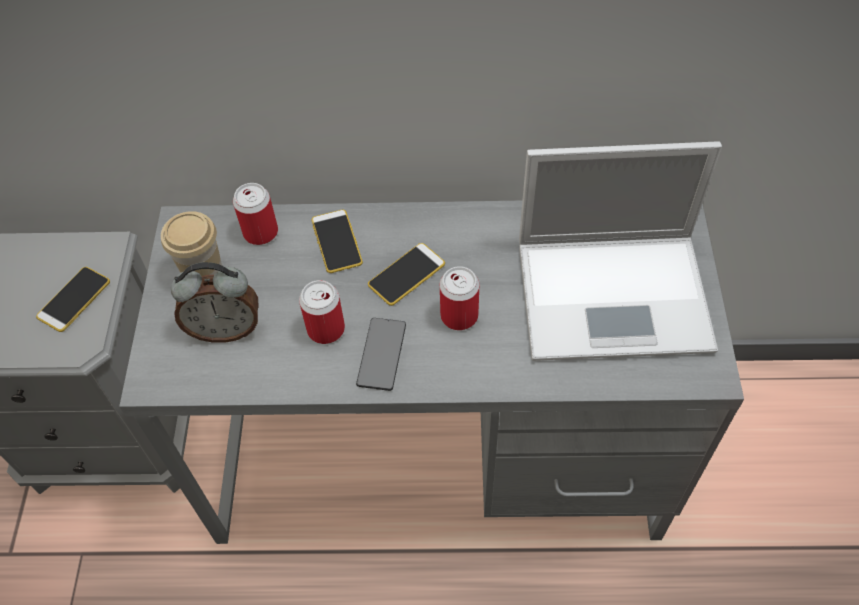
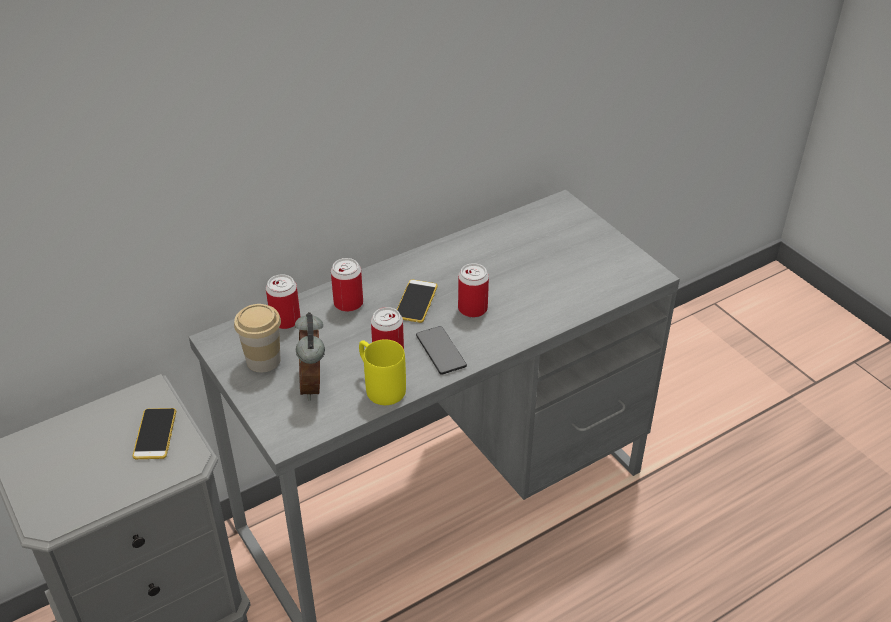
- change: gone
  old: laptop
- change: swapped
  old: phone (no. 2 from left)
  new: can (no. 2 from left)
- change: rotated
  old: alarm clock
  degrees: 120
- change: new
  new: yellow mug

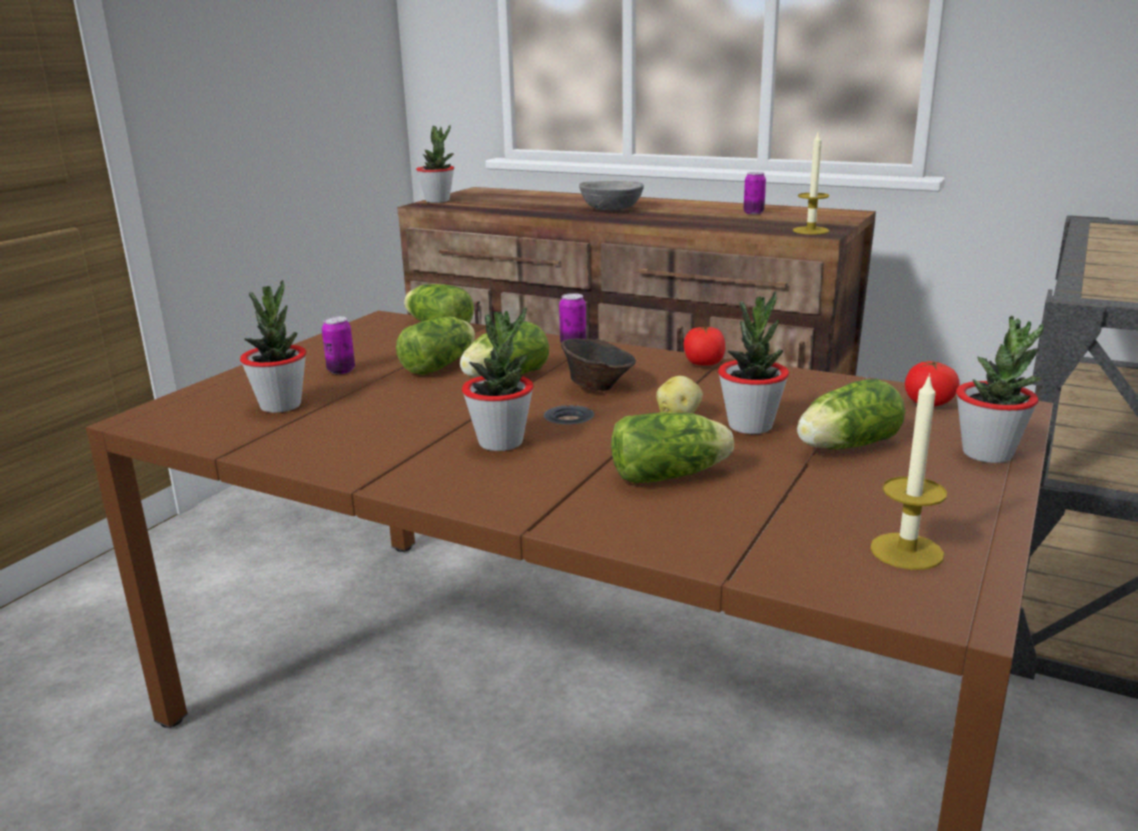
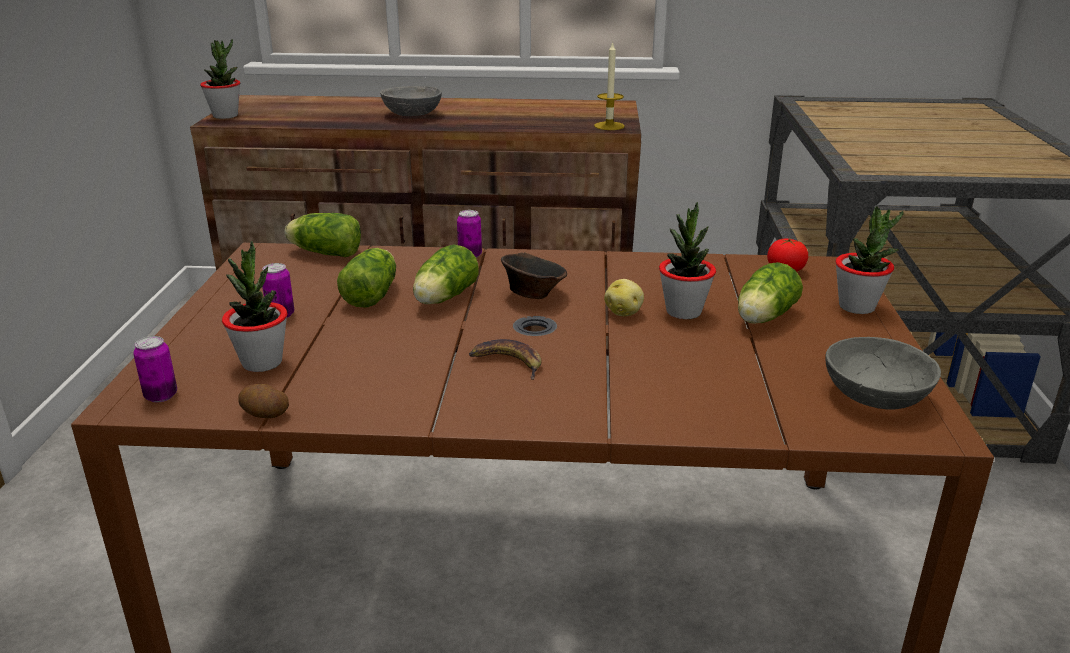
- change: shifted
  old: can (no. 3 from left in the first image)
  new: can (no. 1 from left)
- change: swapped
  old: potted plant (no. 3 from left)
  new: banana
- change: gone
  old: tomato (no. 1 from left)
- change: swapped
  old: candle (no. 2 from left)
  new: grey bowl (no. 2 from left)
- change: gone
  old: lettuce (no. 4 from left)
- change: new
  new: potato (no. 1 from left)

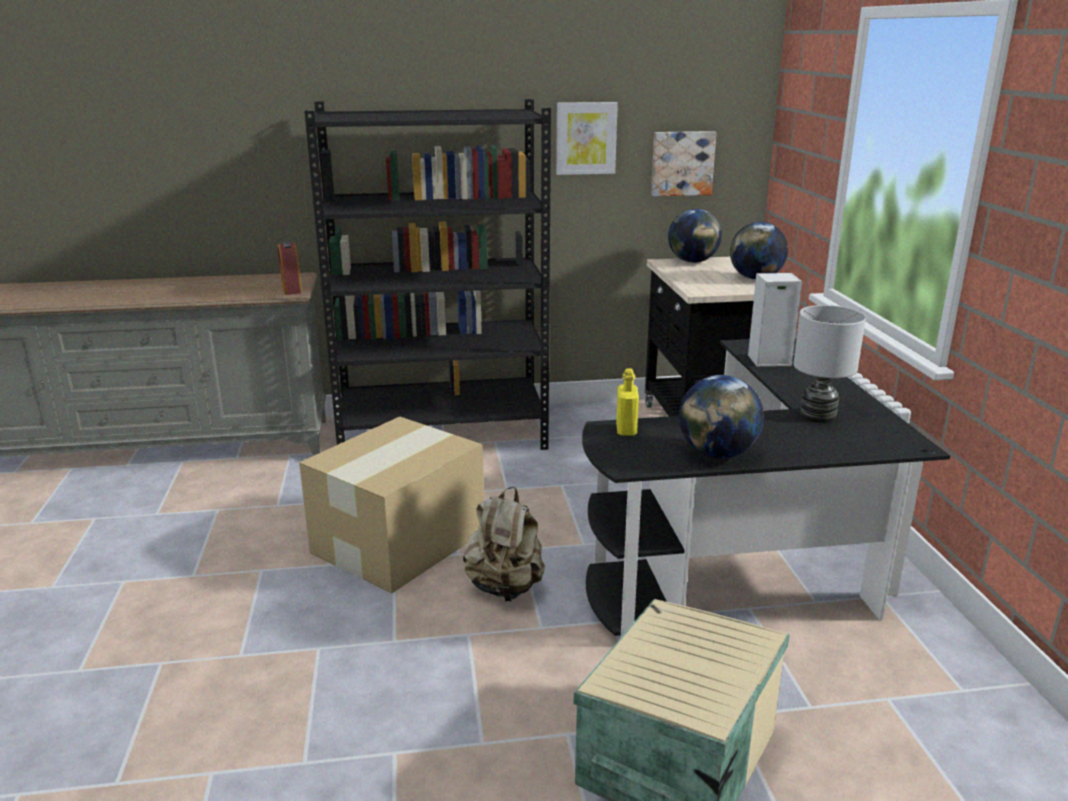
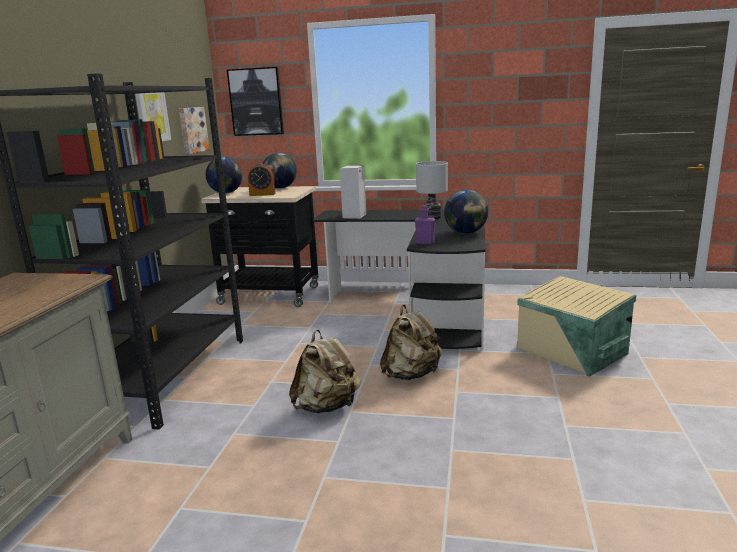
- change: shifted
  old: alarm clock
- change: repainted
  old: yellow bottle
  new: purple bottle
- change: swapped
  old: cardboard box
  new: beige backpack (no. 1 from left)
- change: new
  new: picture (no. 3 from left)

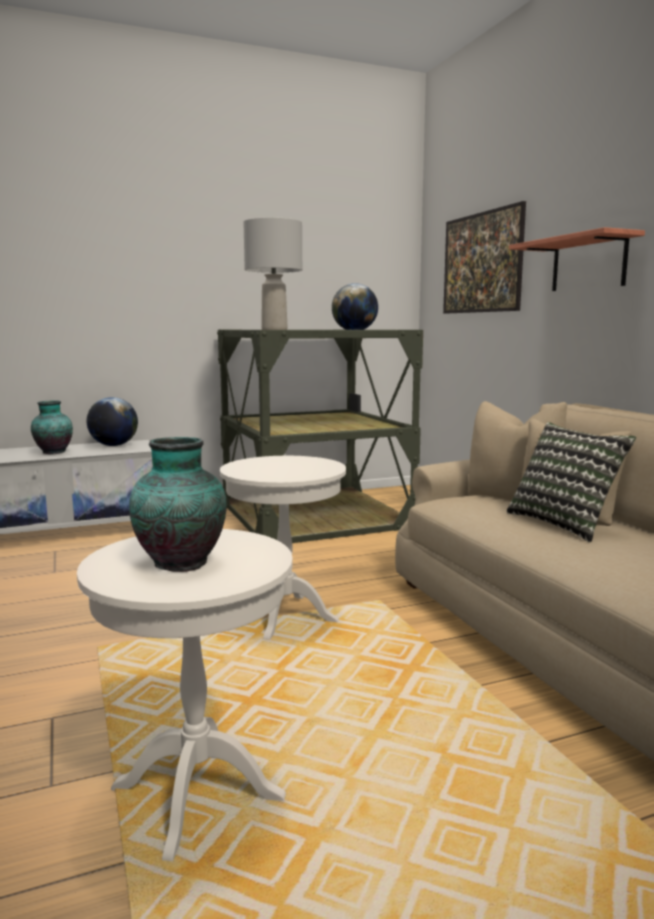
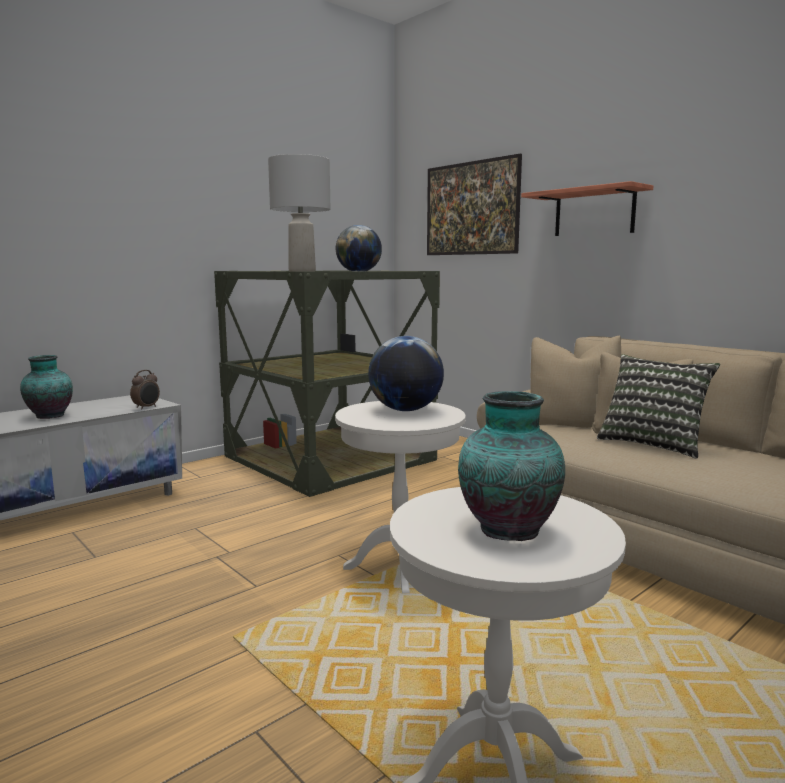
- change: shifted
  old: globe (no. 1 from left in the first image)
  new: globe (no. 2 from left)
- change: new
  new: alarm clock

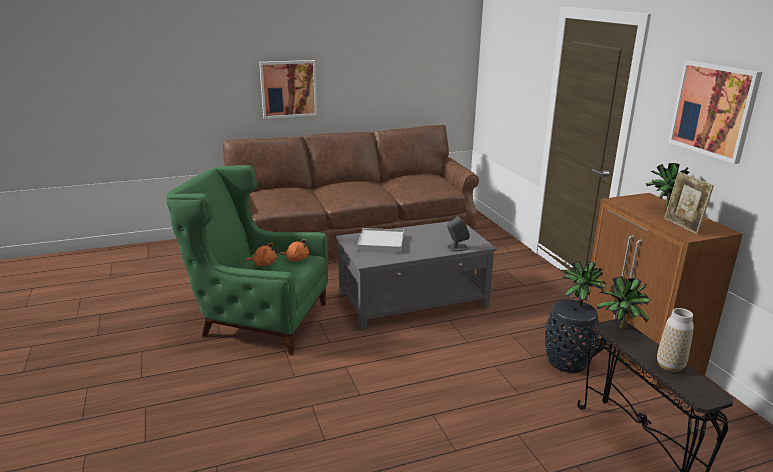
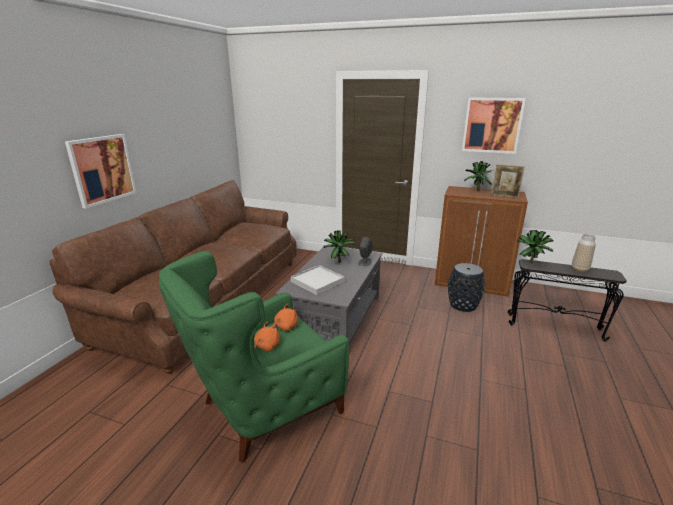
- change: shifted
  old: potted plant (no. 1 from left)

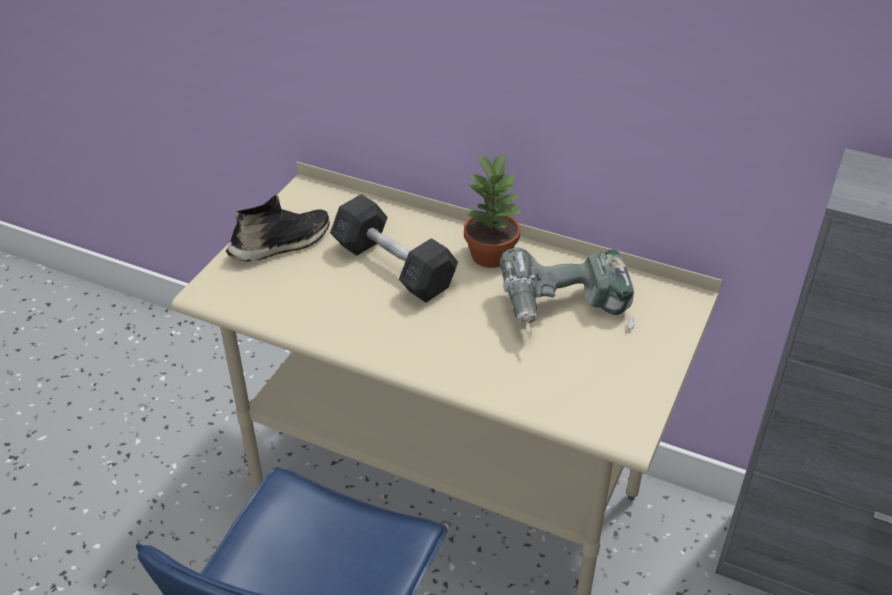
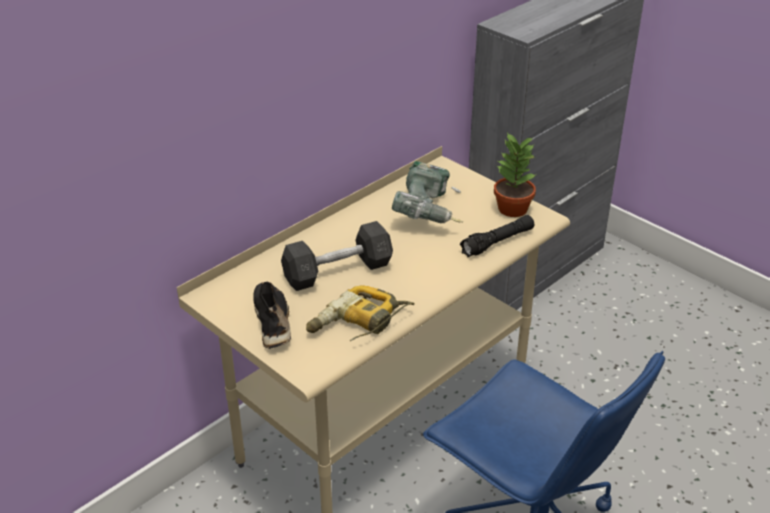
- change: shifted
  old: potted plant
- change: new
  new: black flashlight
- change: new
  new: power drill (no. 1 from left)

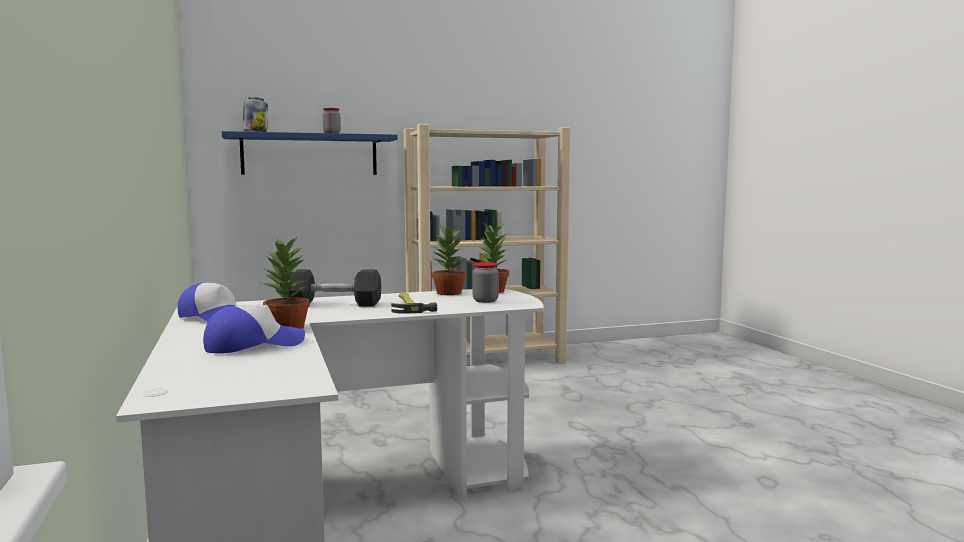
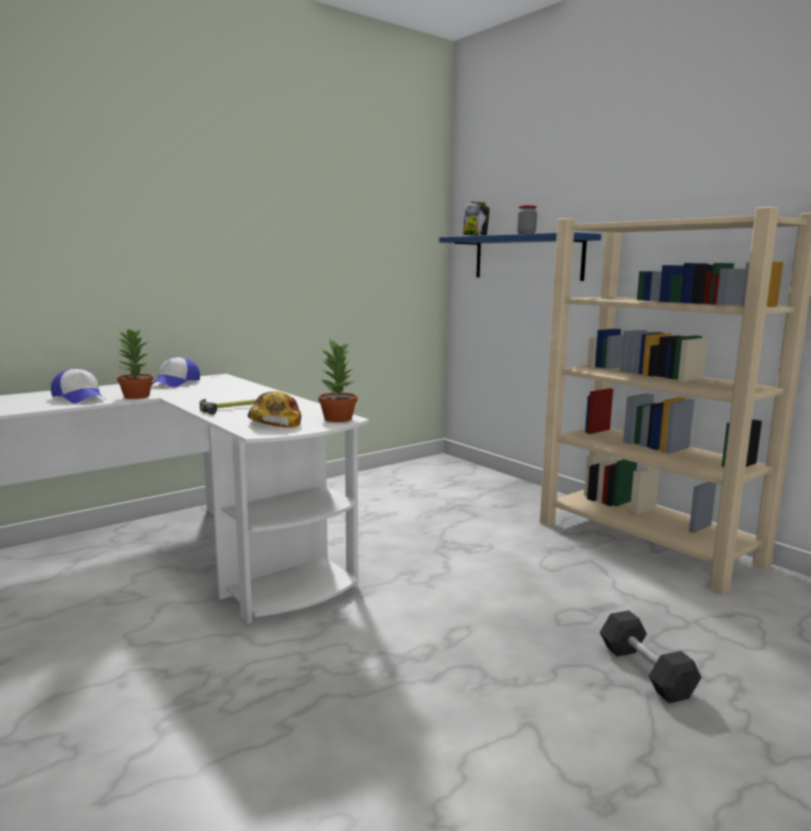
- change: gone
  old: potted plant (no. 2 from left)
- change: swapped
  old: jar (no. 3 from left)
  new: cap (no. 3 from left)
- change: shifted
  old: grey dumbbell

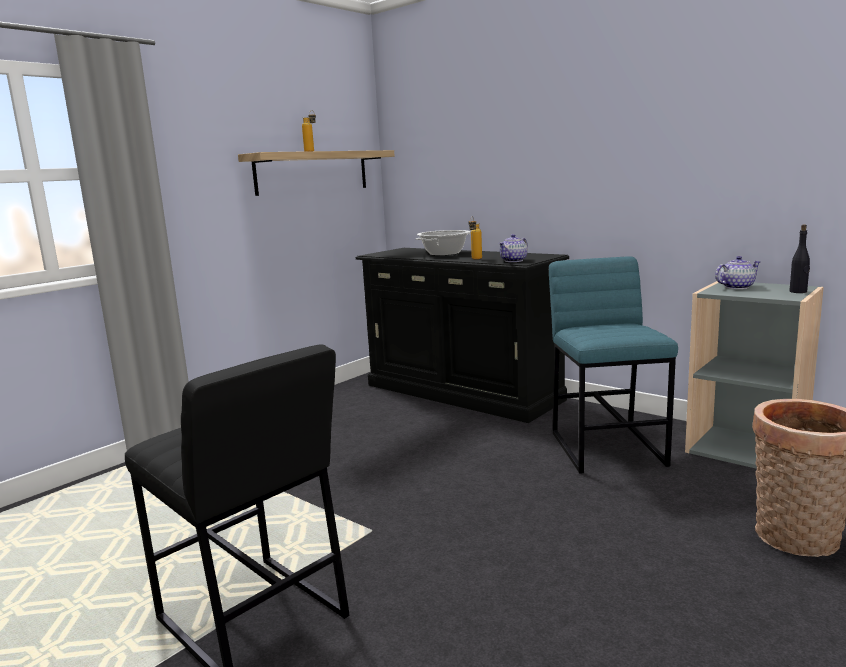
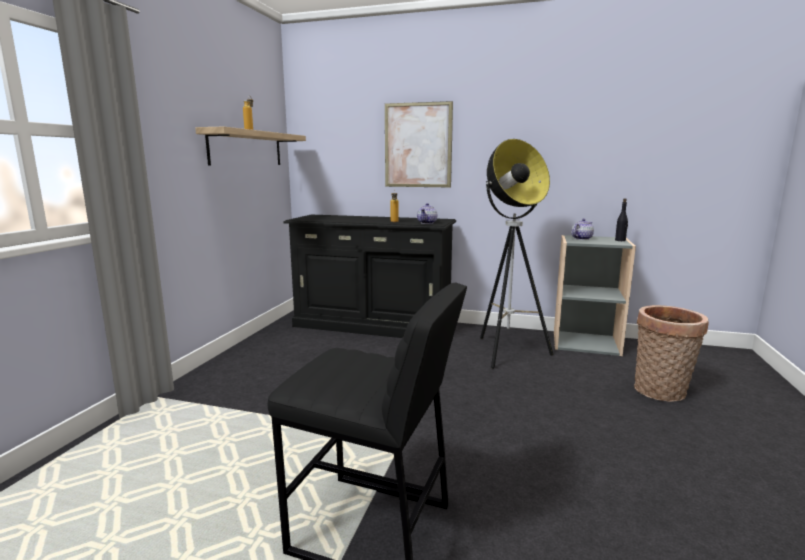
- change: gone
  old: cooking pot
- change: swapped
  old: blue stool
  new: floor lamp
- change: new
  new: picture

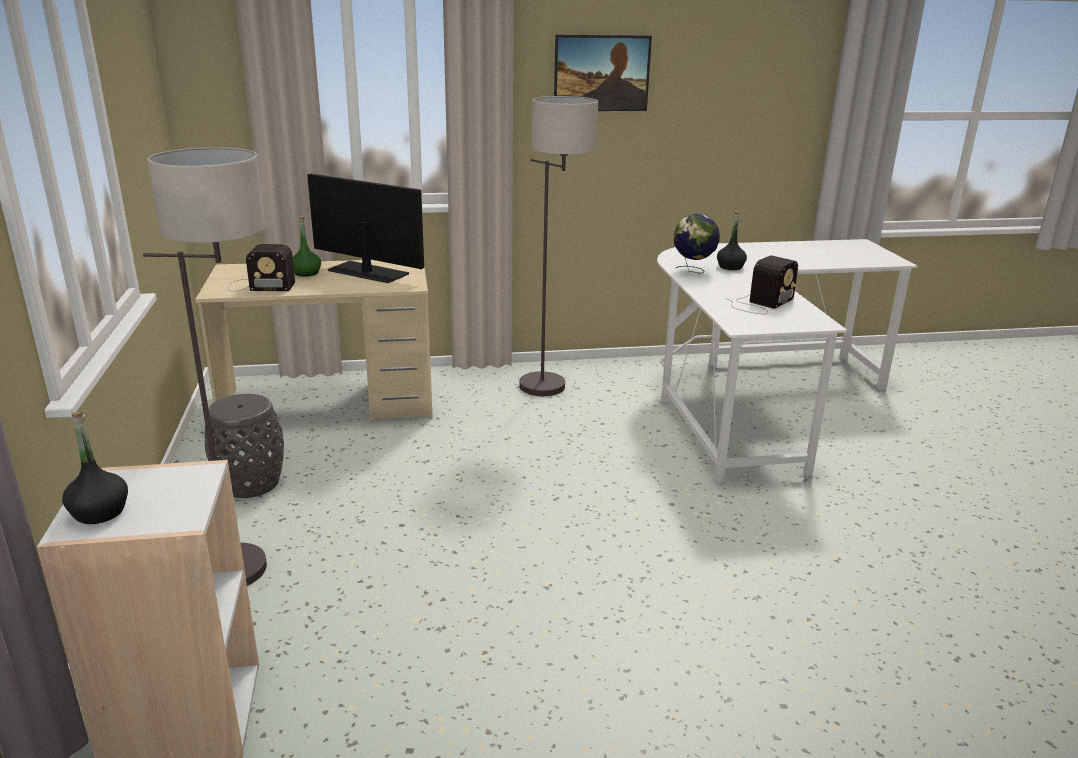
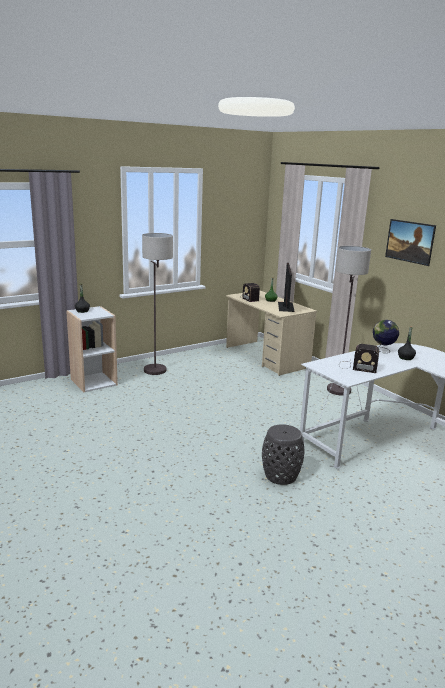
- change: shifted
  old: grey stool

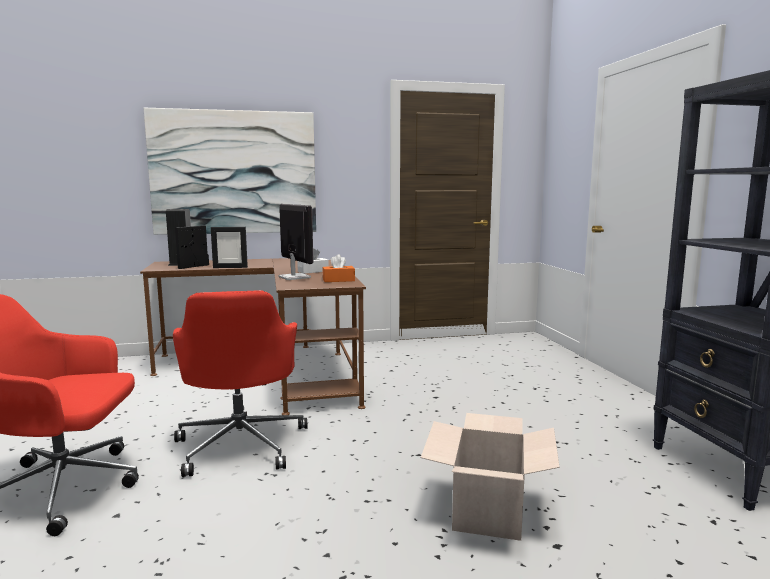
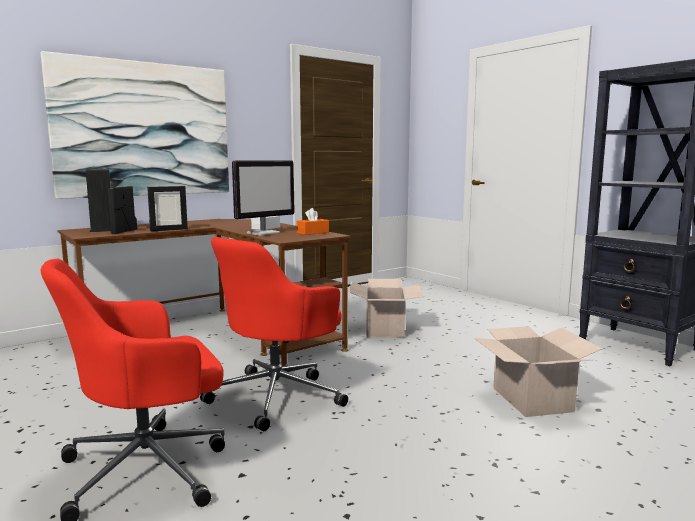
- change: rotated
  old: monitor
  degrees: 105
- change: rotated
  old: red office chair (no. 2 from left)
  degrees: 75
- change: new
  new: cardboard box (no. 1 from left)

